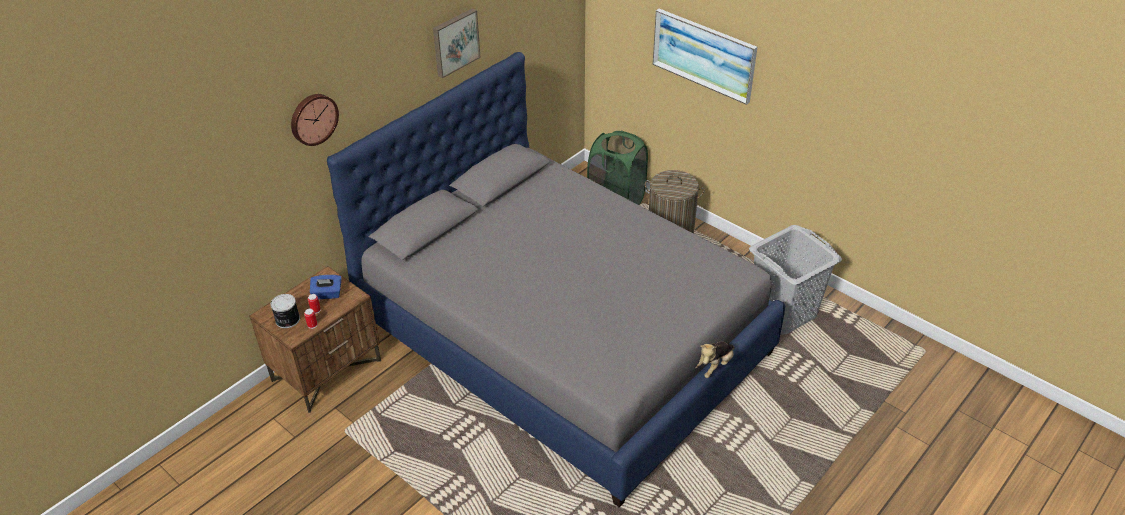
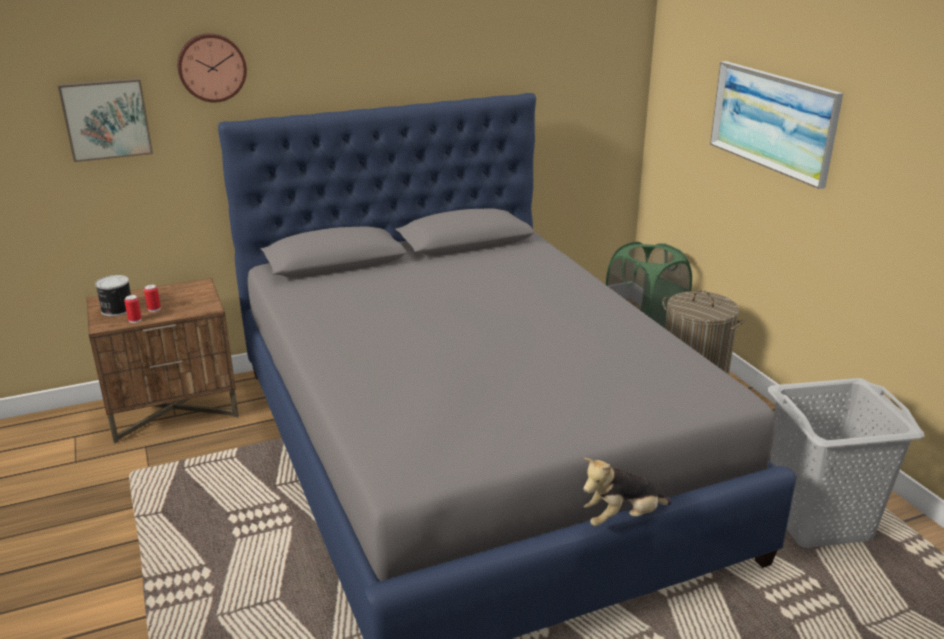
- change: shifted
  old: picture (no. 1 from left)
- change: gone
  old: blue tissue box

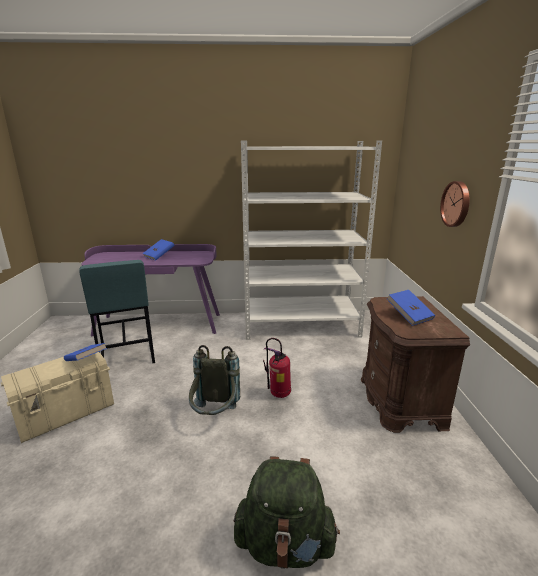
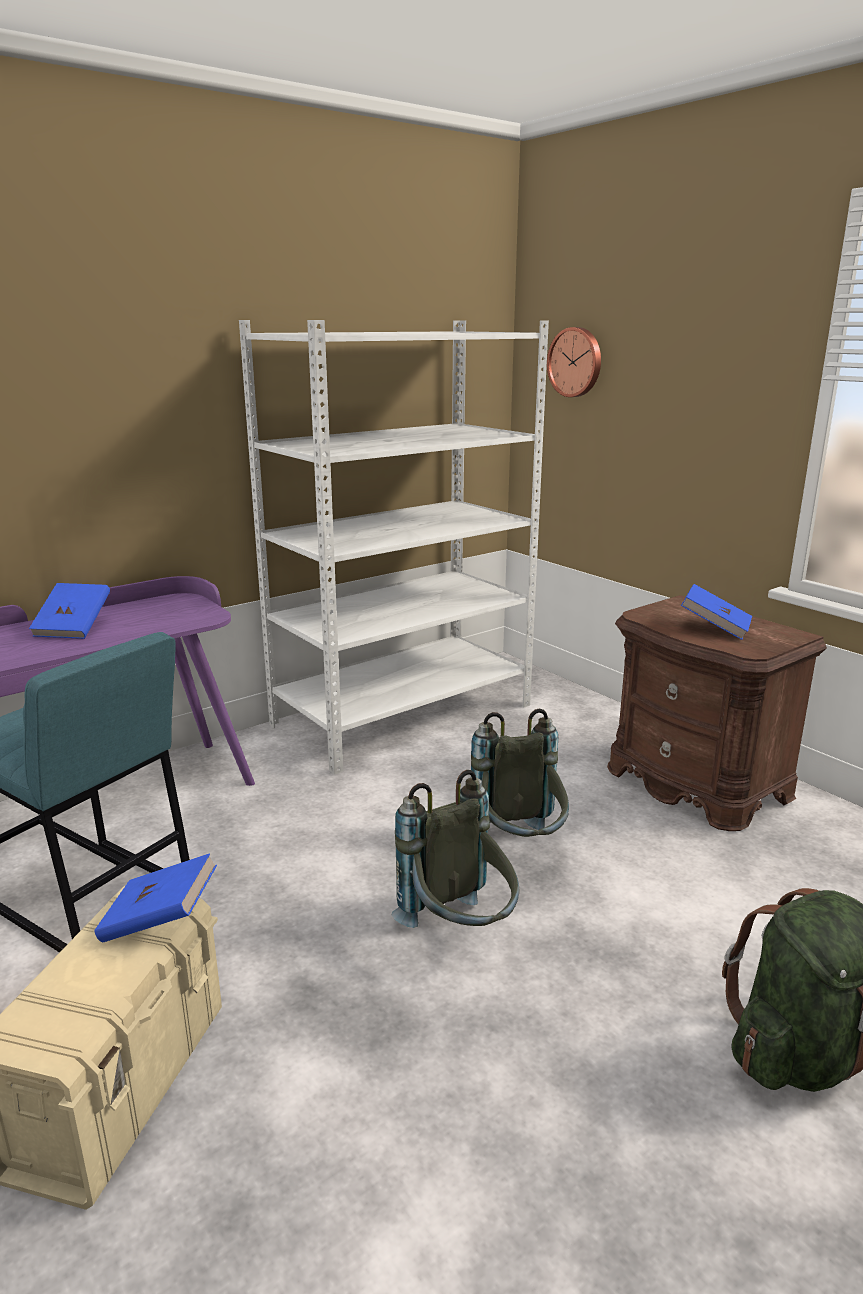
- change: shifted
  old: wall clock
- change: swapped
  old: fire extinguisher
  new: grey backpack (no. 2 from left)

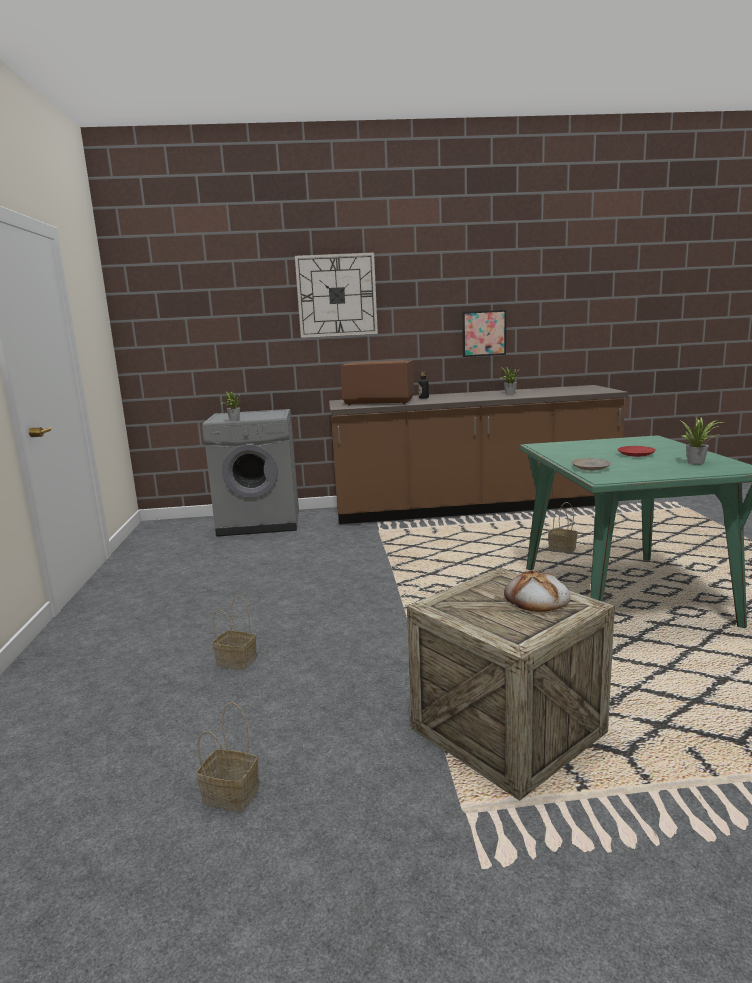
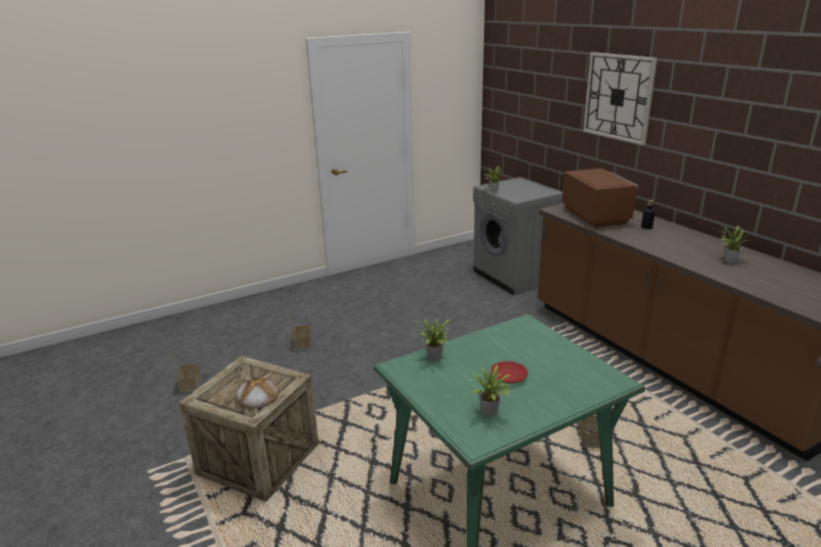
- change: gone
  old: picture
- change: swapped
  old: beige plate
  new: potted plant (no. 1 from left)

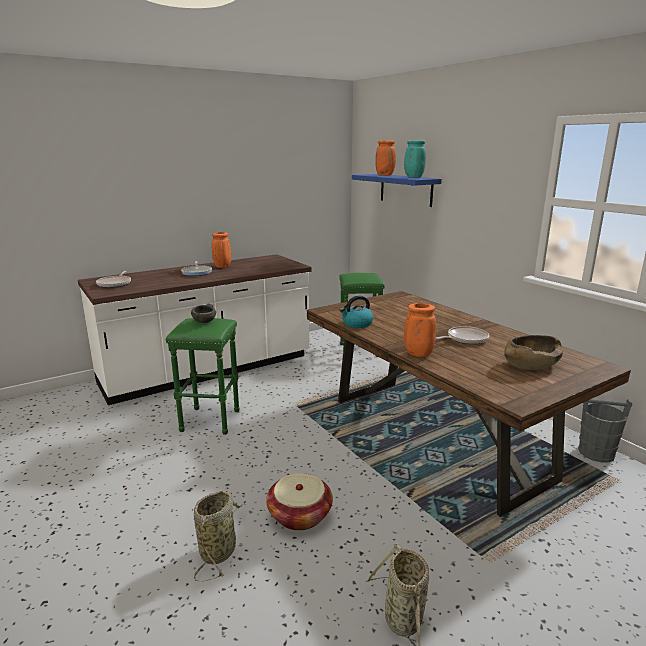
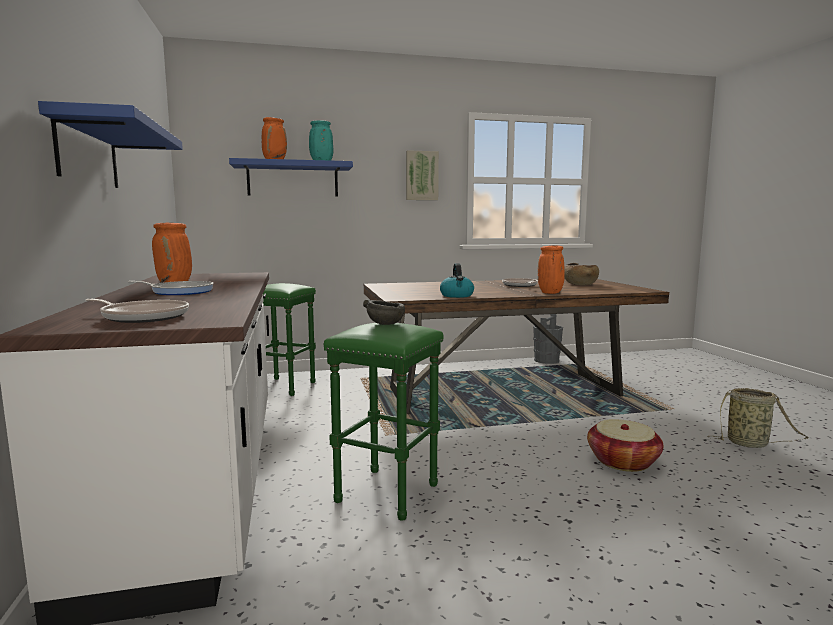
- change: gone
  old: basket (no. 1 from left)
- change: new
  new: blue shelf (no. 1 from left)
- change: new
  new: picture

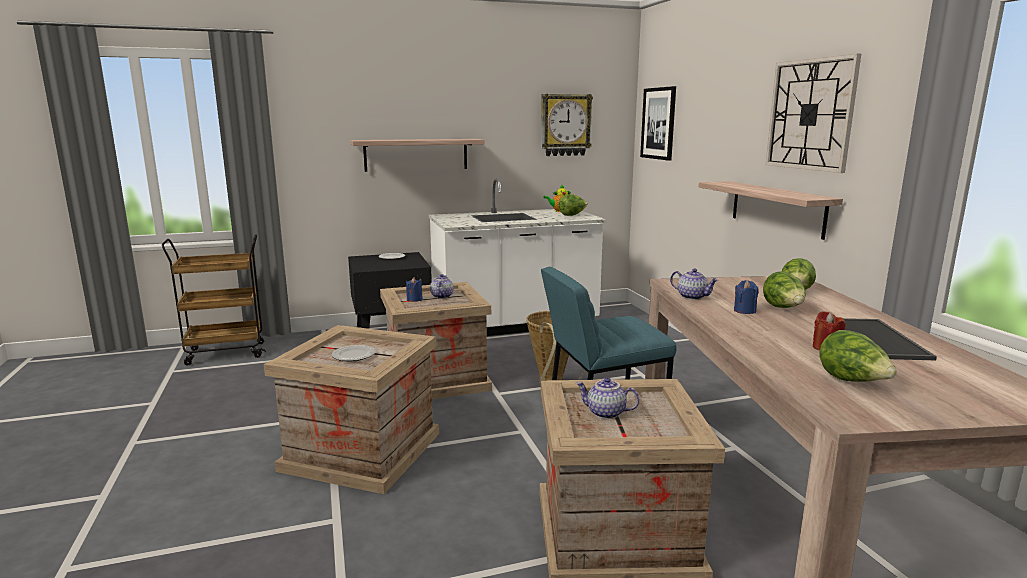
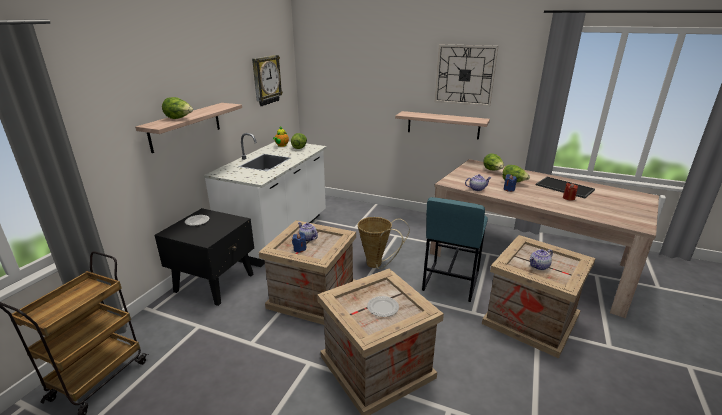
- change: gone
  old: picture
- change: shifted
  old: lettuce (no. 4 from left in the first image)
  new: lettuce (no. 1 from left)

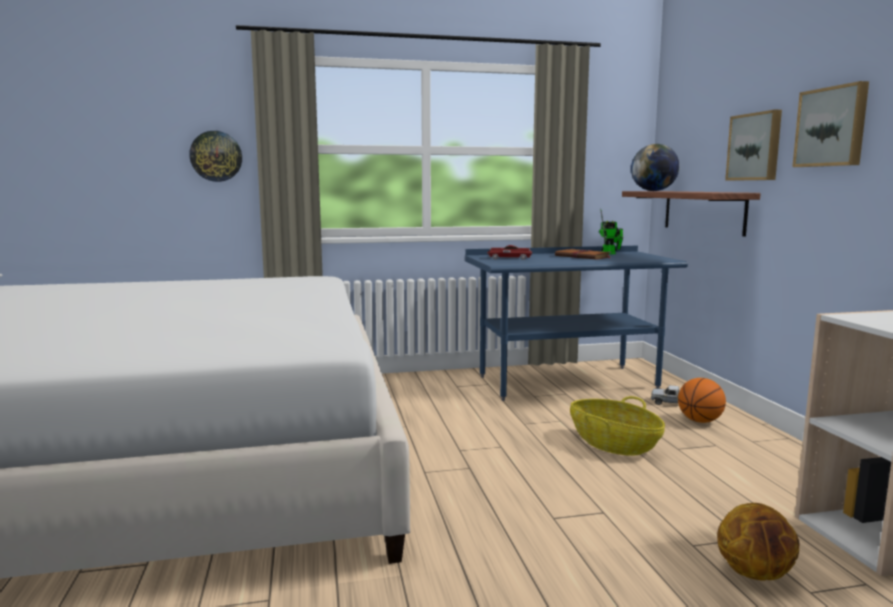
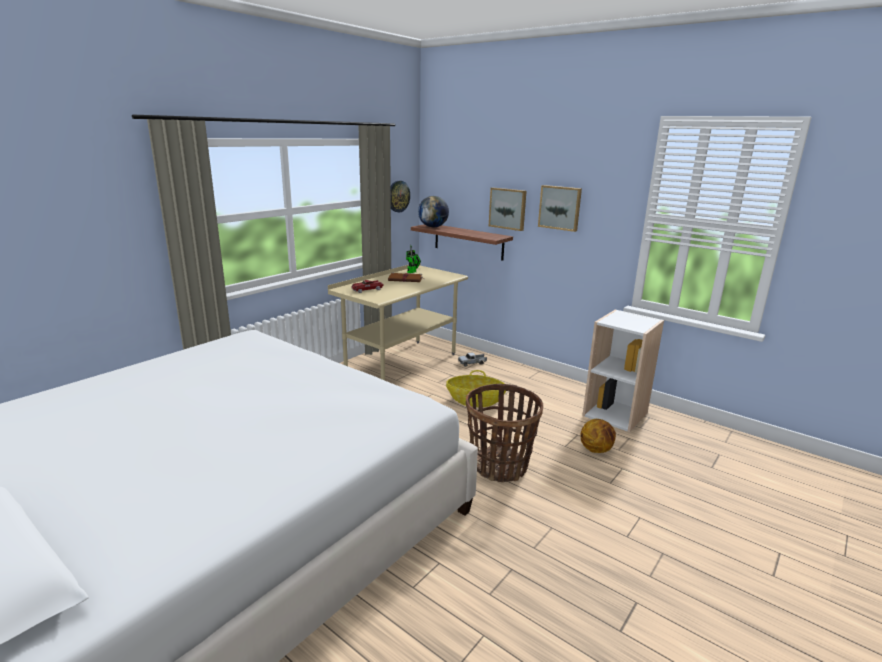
- change: shifted
  old: wall clock
- change: repainted
  old: blue desk
  new: beige desk
- change: gone
  old: basketball (no. 1 from left)
- change: new
  new: basket (no. 2 from left)

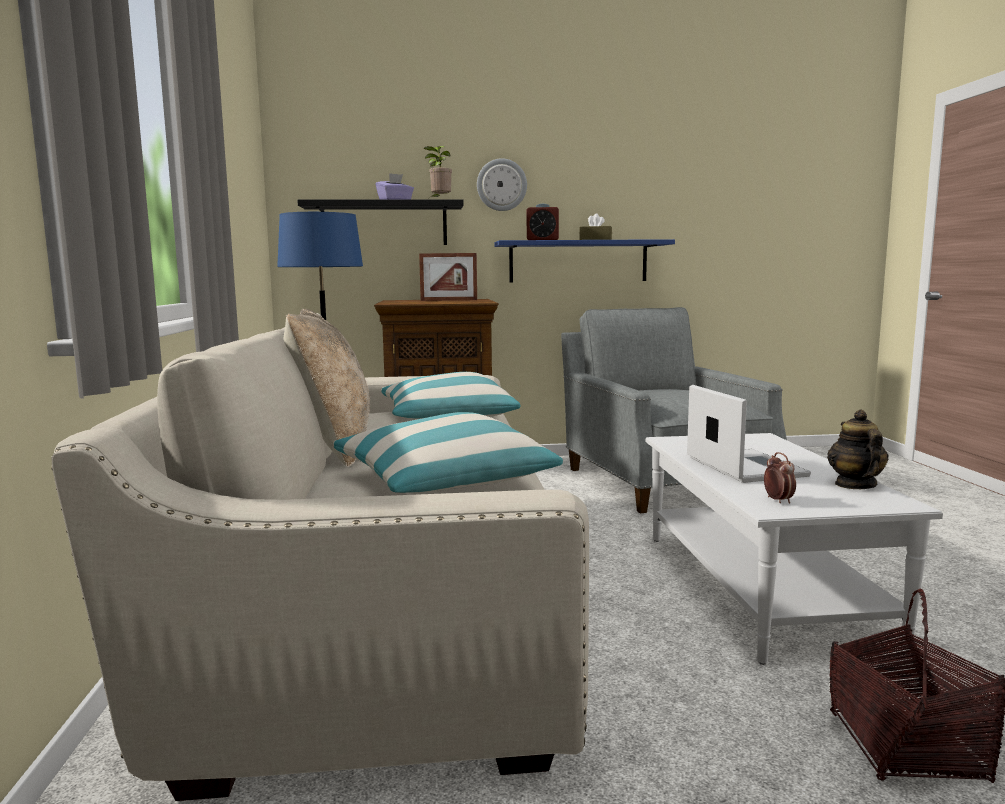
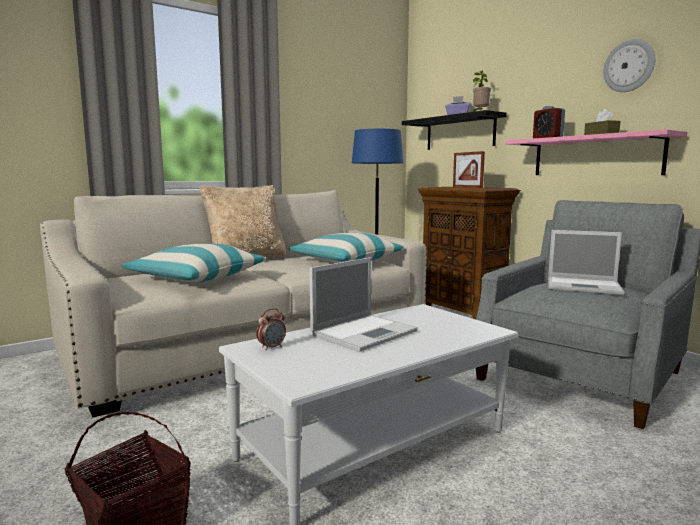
- change: shifted
  old: wall clock
- change: repainted
  old: blue shelf
  new: pink shelf
- change: gone
  old: teapot
- change: new
  new: laptop (no. 2 from left)

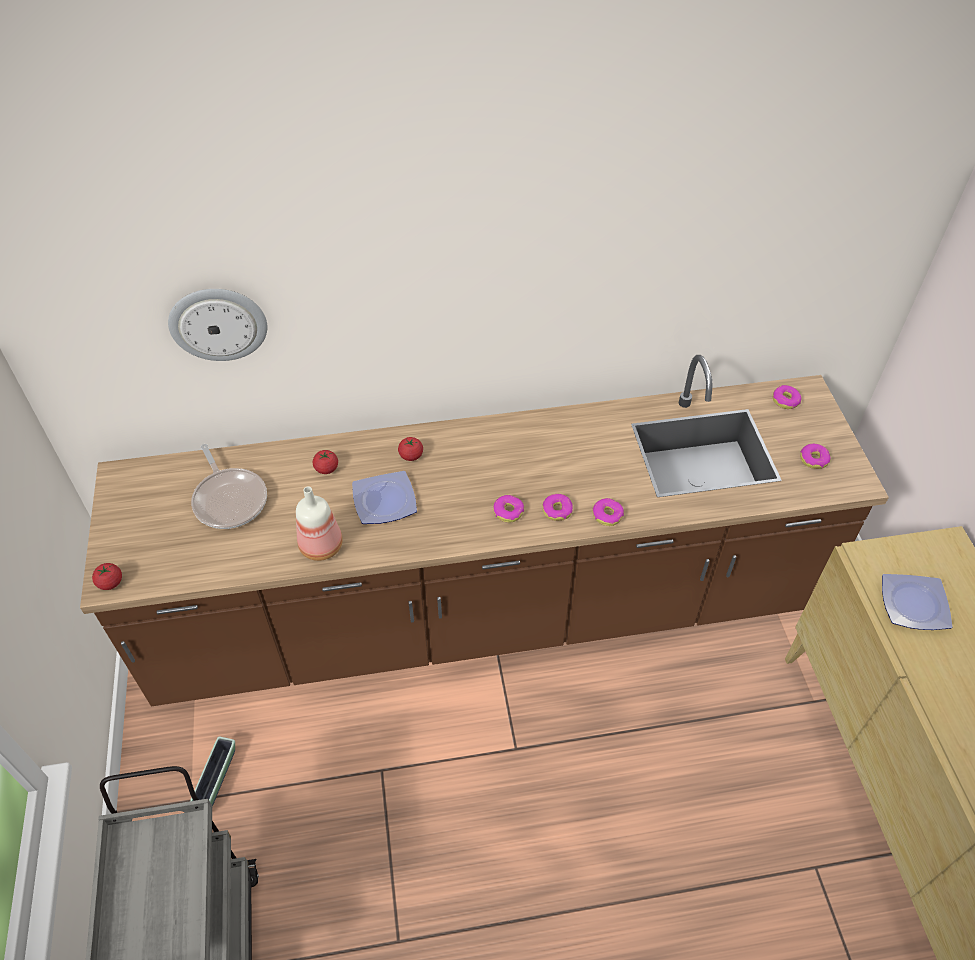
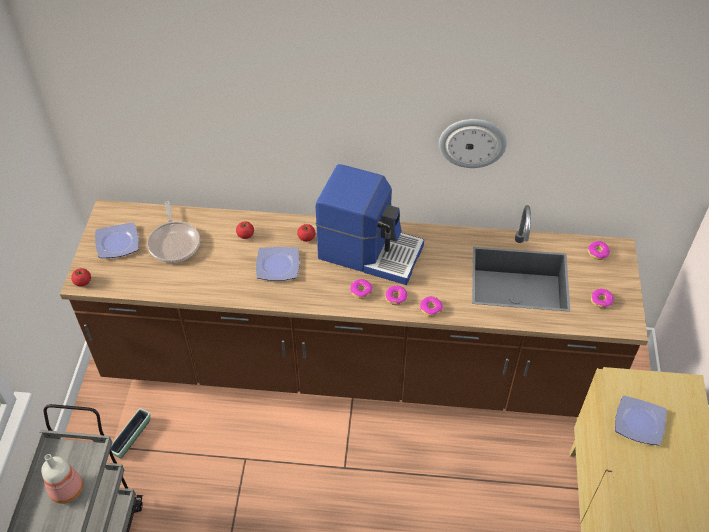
- change: shifted
  old: wall clock
- change: shifted
  old: bottle
- change: new
  new: coffee machine
- change: new
  new: plate (no. 1 from left)

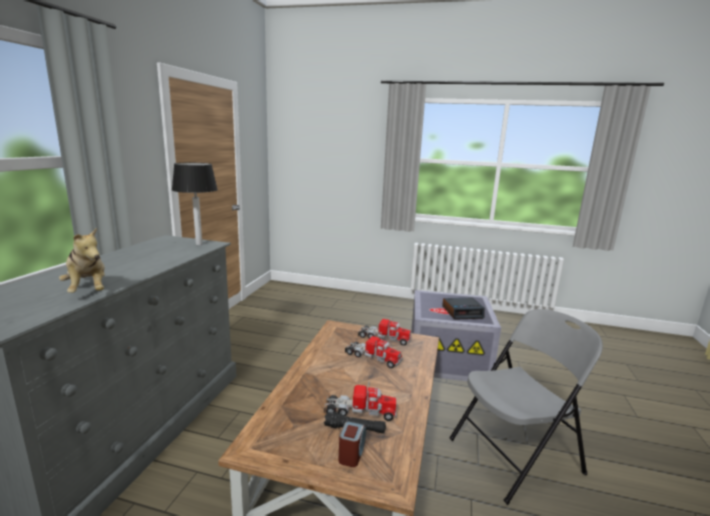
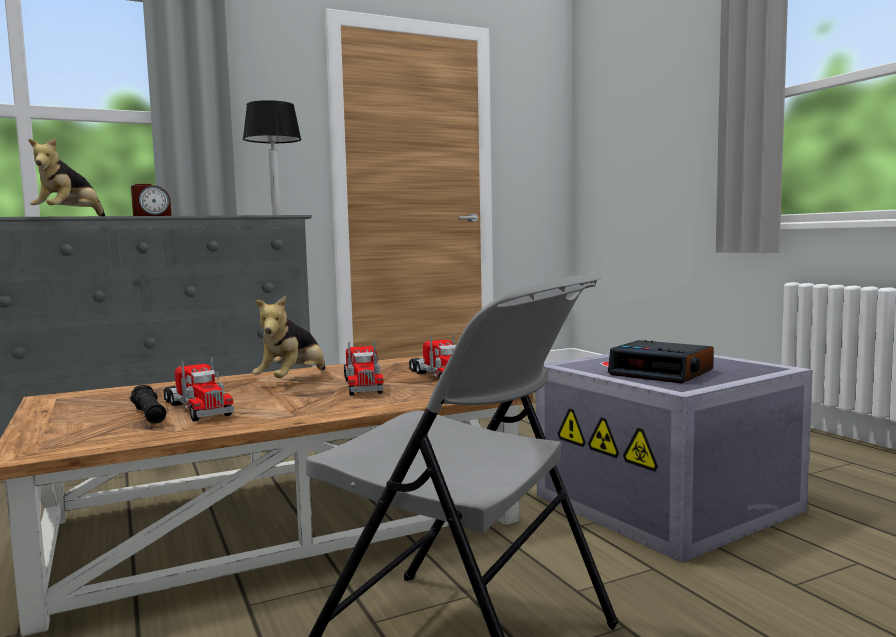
- change: shifted
  old: alarm clock (no. 1 from left)
- change: new
  new: plush toy (no. 2 from left)

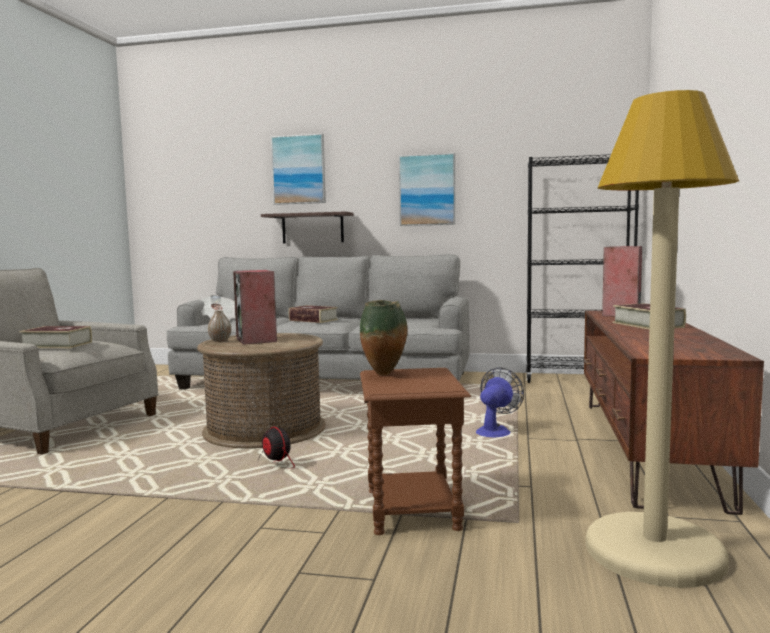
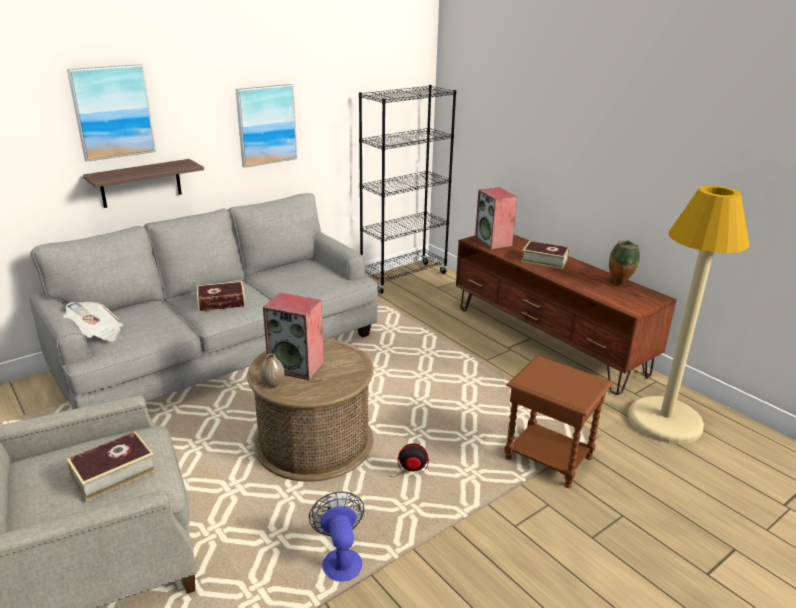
- change: shifted
  old: vase (no. 2 from left)
- change: shifted
  old: fan (no. 2 from left in the first image)
  new: fan (no. 1 from left)

